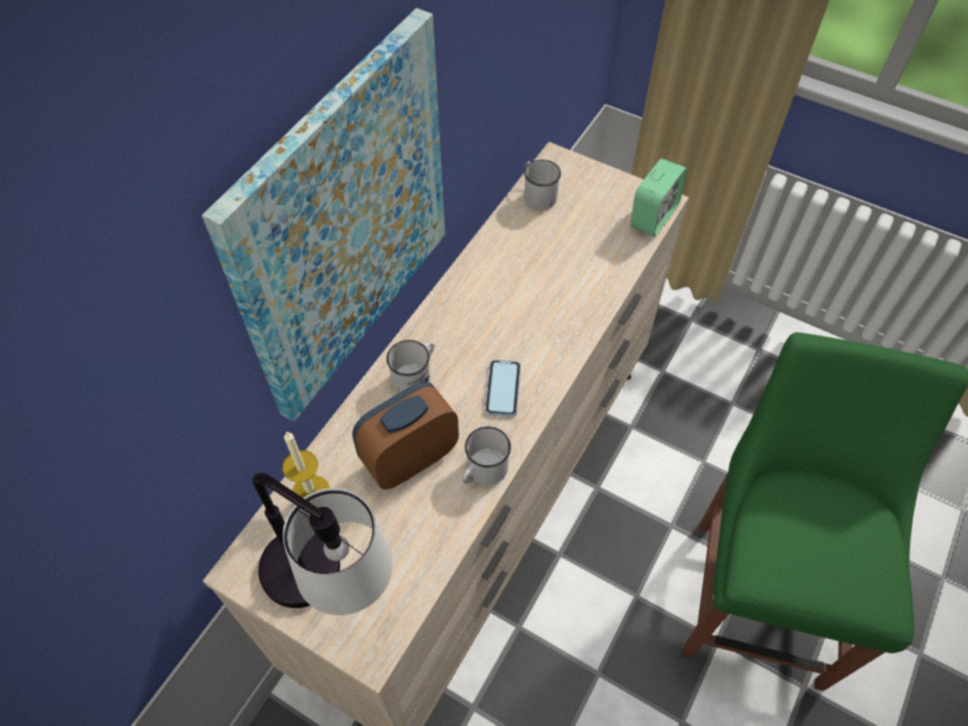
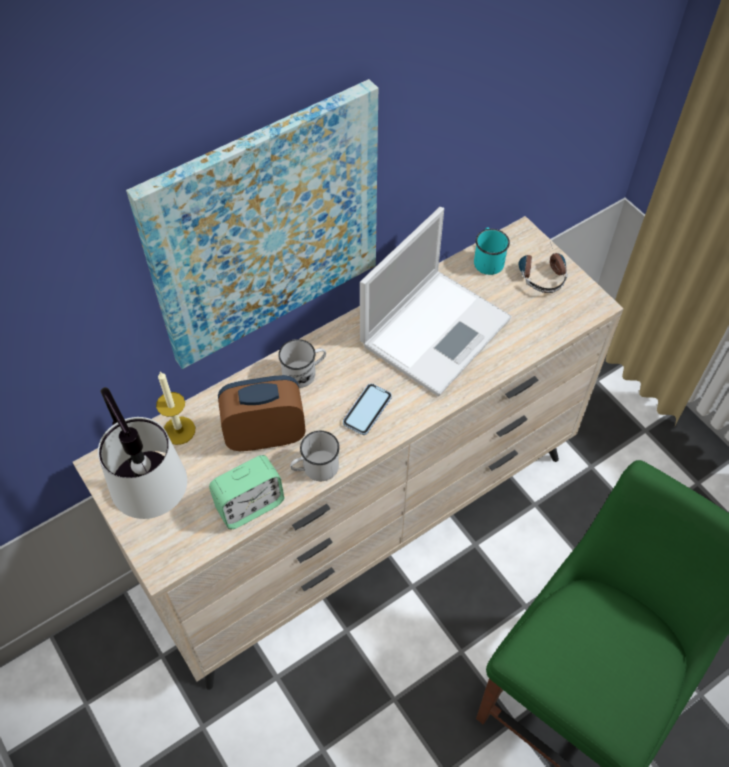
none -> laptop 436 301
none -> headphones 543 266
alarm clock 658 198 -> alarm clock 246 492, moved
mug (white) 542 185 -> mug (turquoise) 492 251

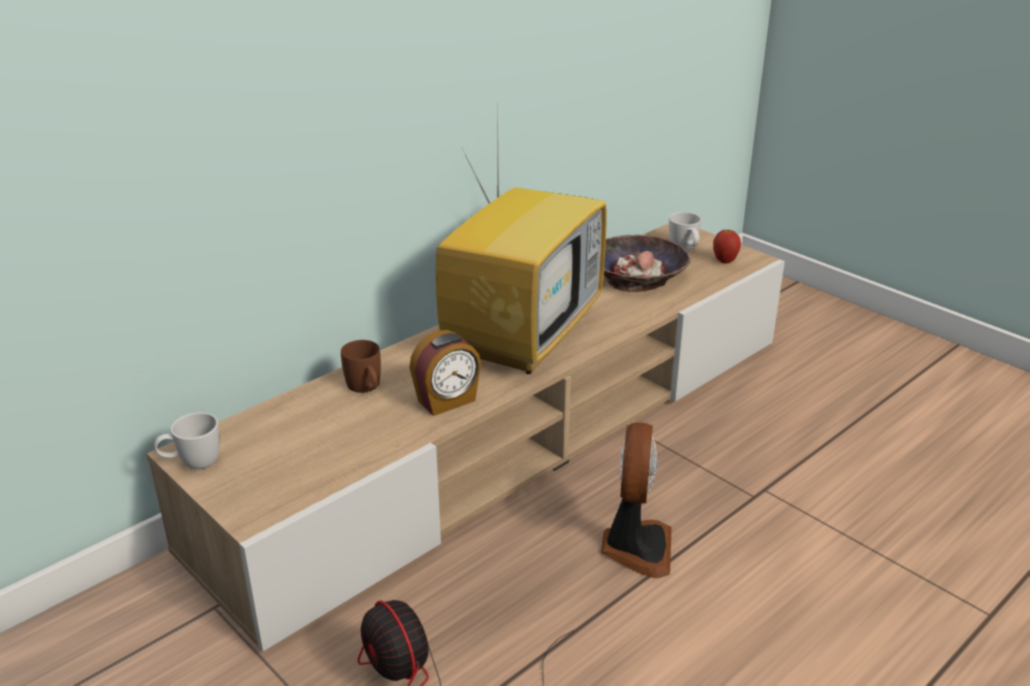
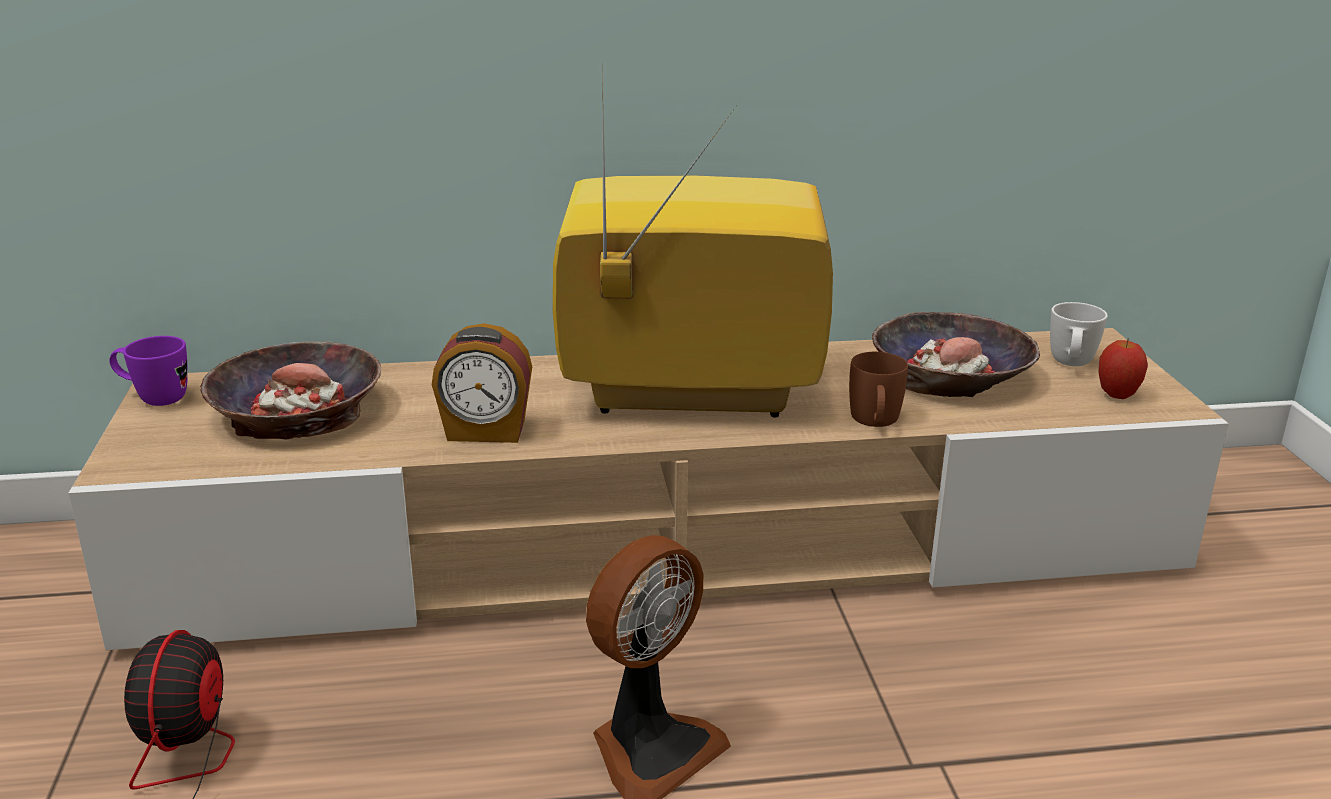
none -> bowl 290 390
mug (brown) 361 366 -> mug (brown) 878 389, moved
mug (white) 186 440 -> mug (purple) 149 371
television 521 234 -> television 693 242, 150 degrees counterclockwise

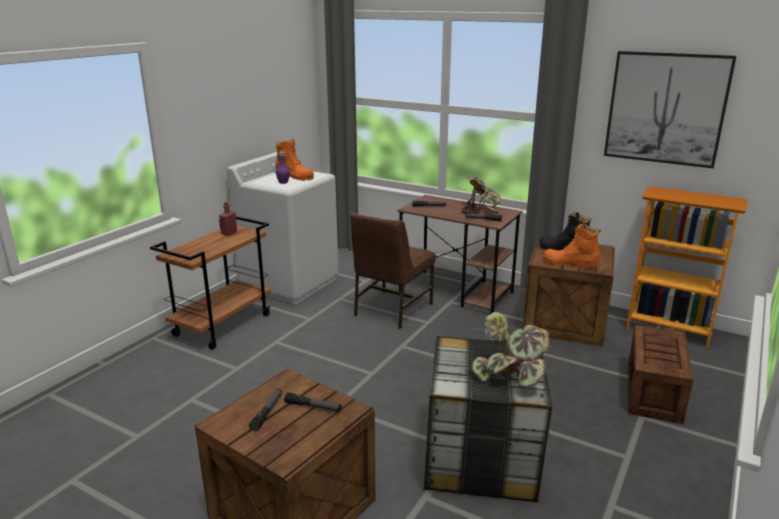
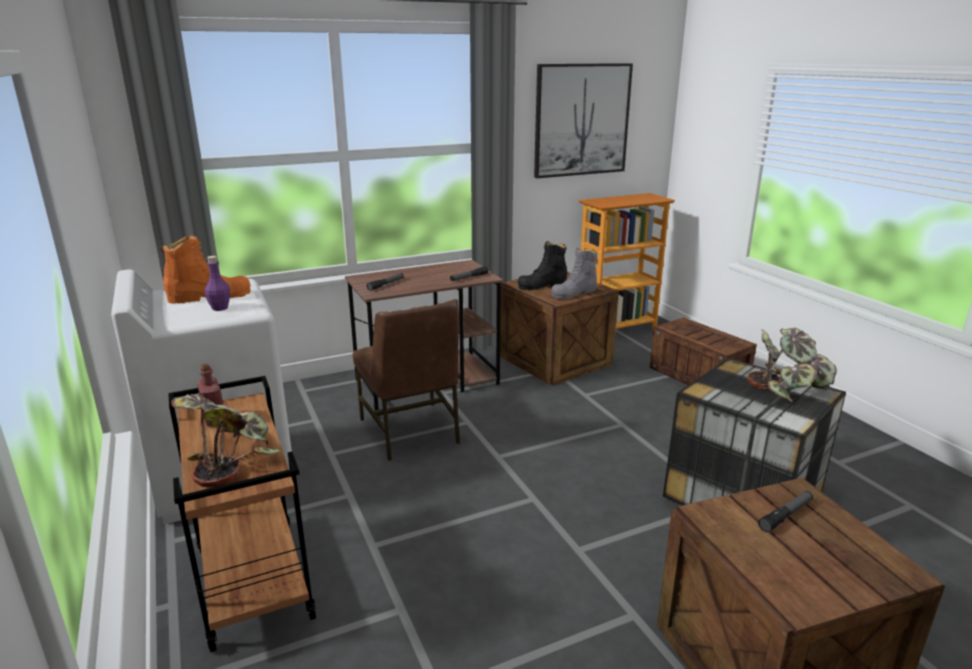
flashlight 265 410 -> none
potted plant 481 195 -> potted plant 226 440, moved
boot (orange) 572 245 -> boot (grey) 574 273

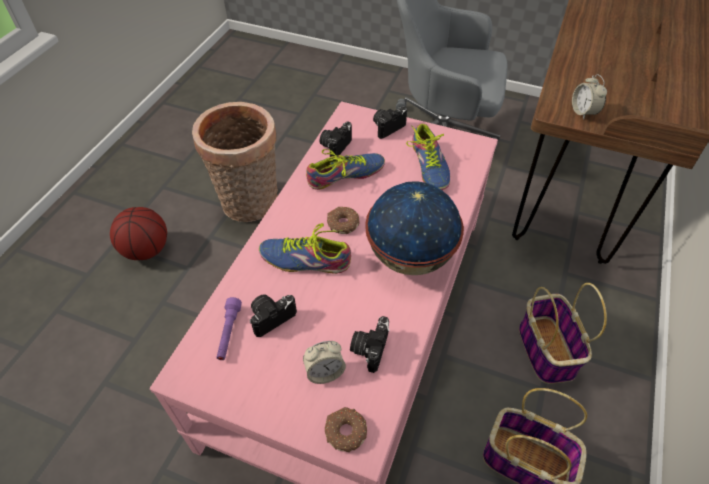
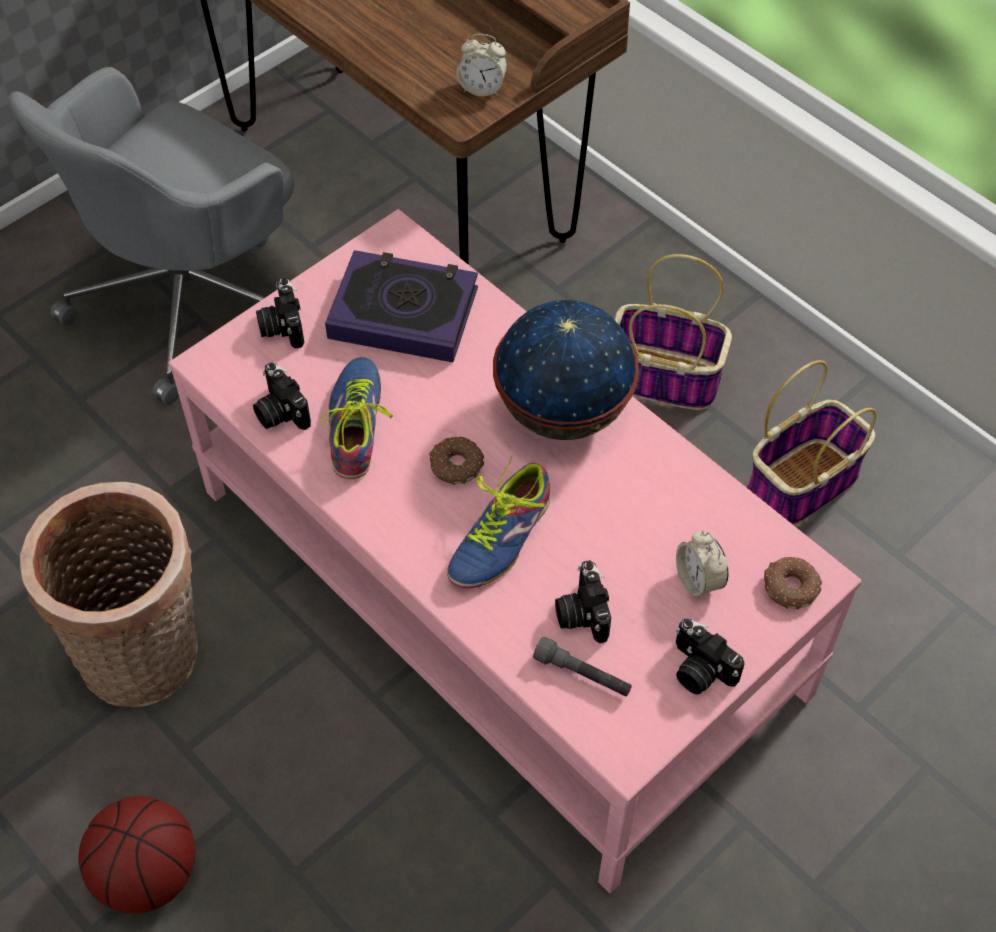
photo camera 370 344 -> photo camera 710 656, moved
shoe 428 157 -> book 401 306
flashlight (purple) 229 328 -> flashlight (grey) 582 666
alarm clock 324 362 -> alarm clock 702 565, 150 degrees clockwise

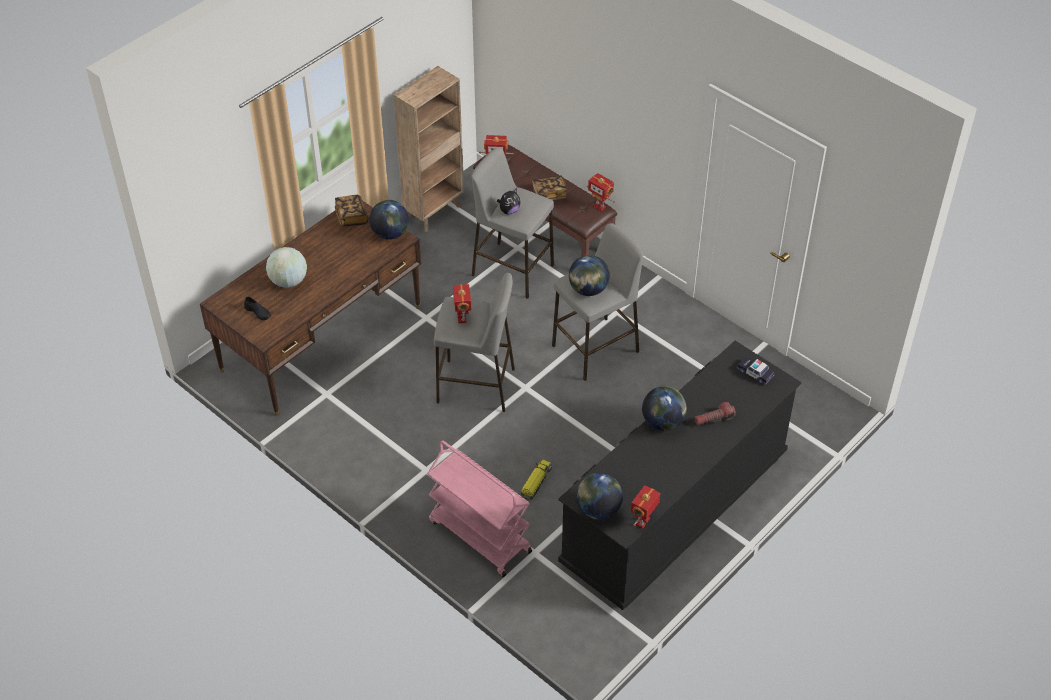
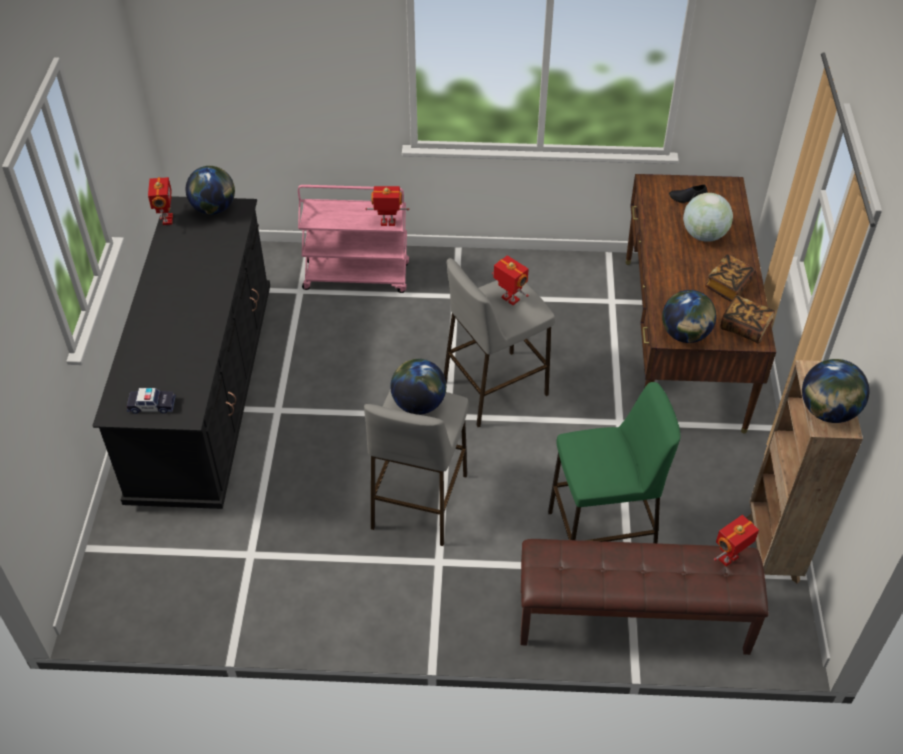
plush toy 508 201 -> none
toy truck 536 479 -> none
flashlight 715 413 -> none
book 549 187 -> book 730 278, moved
toy robot 601 192 -> toy robot 387 206, moved
globe 664 408 -> globe 835 391, moved
stool (grey) 513 223 -> stool (green) 614 462

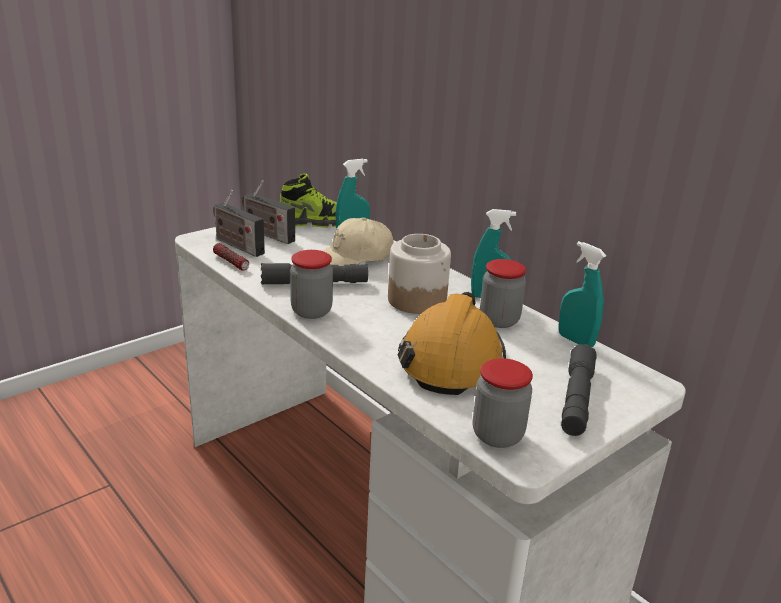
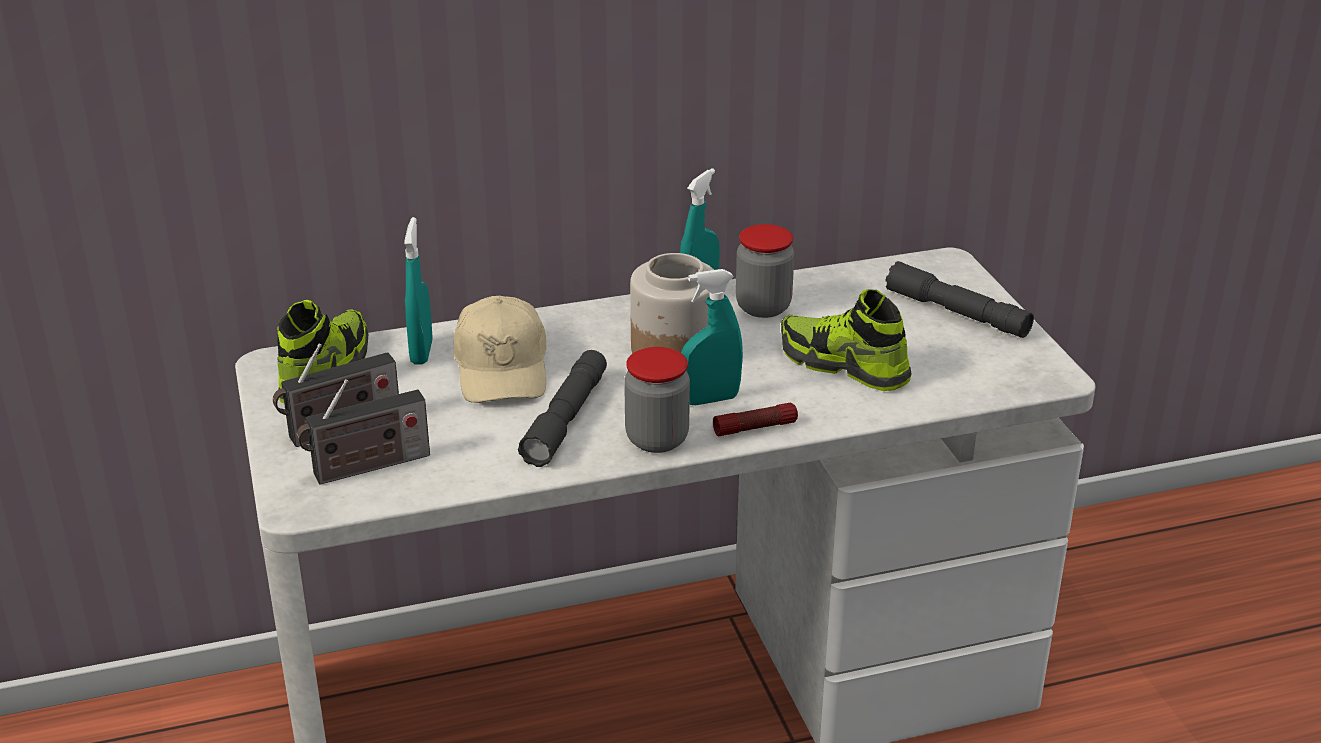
jar 503 403 -> none
flashlight 231 257 -> flashlight 755 419, moved
spray bottle (turquoise) 582 294 -> spray bottle (turquoise) 712 337, moved
hard hat (orange) 452 343 -> shoe 846 340

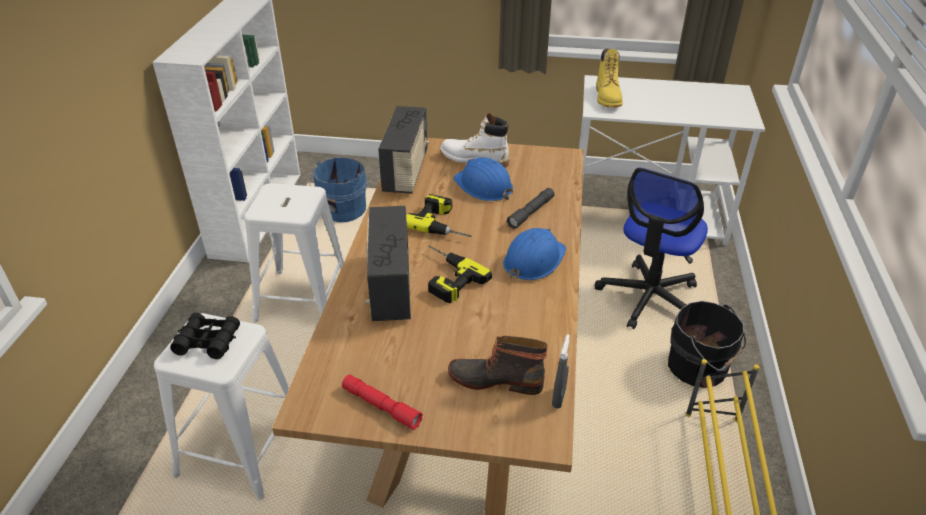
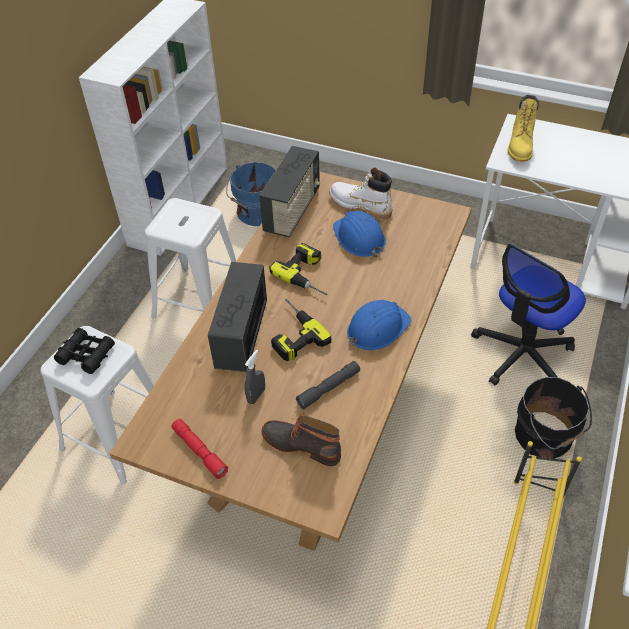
flashlight (grey) 531 208 -> flashlight (grey) 328 385, moved
spray bottle (grey) 561 371 -> spray bottle (grey) 255 377, moved

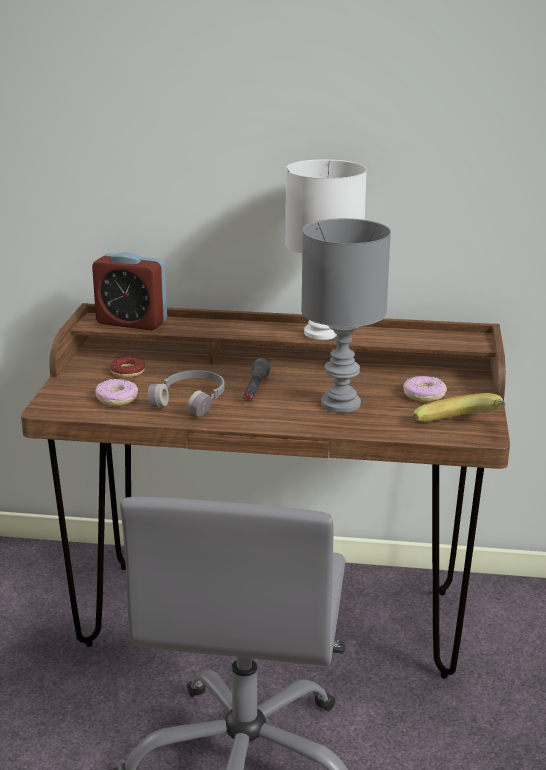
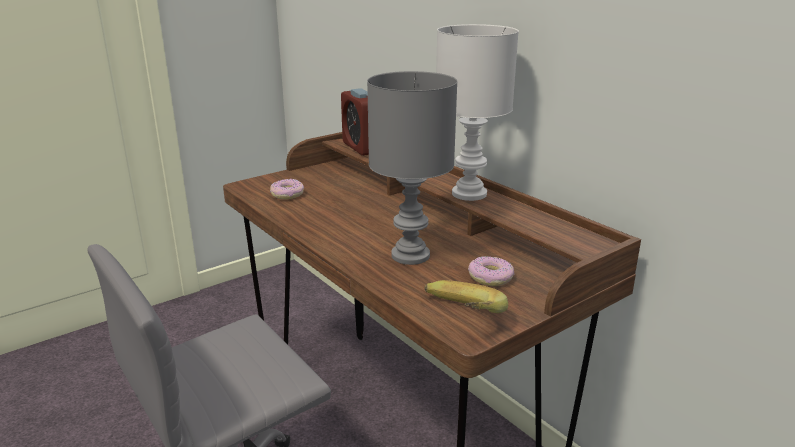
donut 127 367 -> none
headphones (grey) 186 393 -> none
flashlight (grey) 257 379 -> none

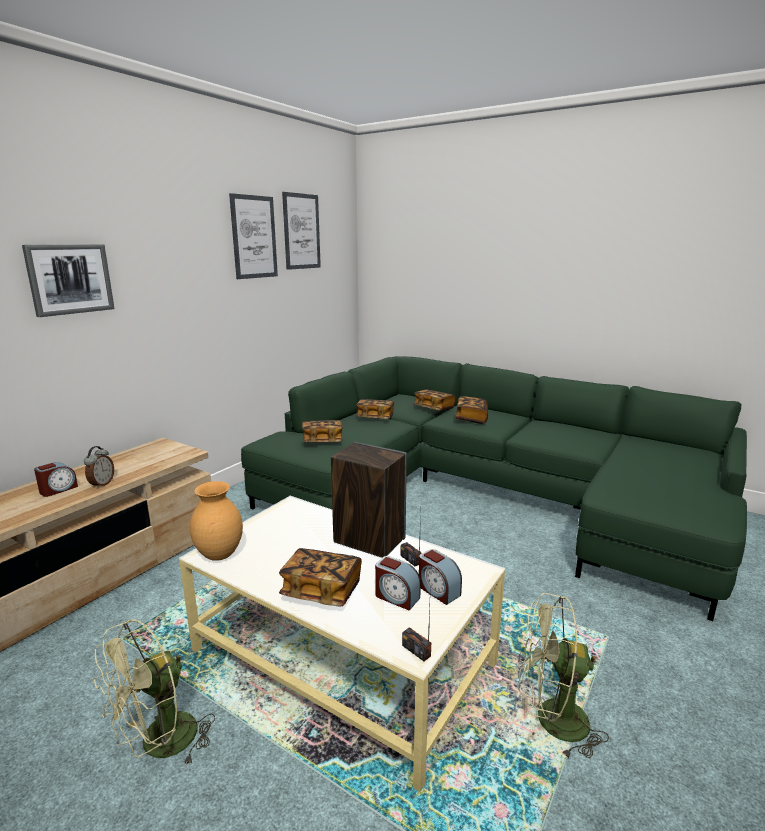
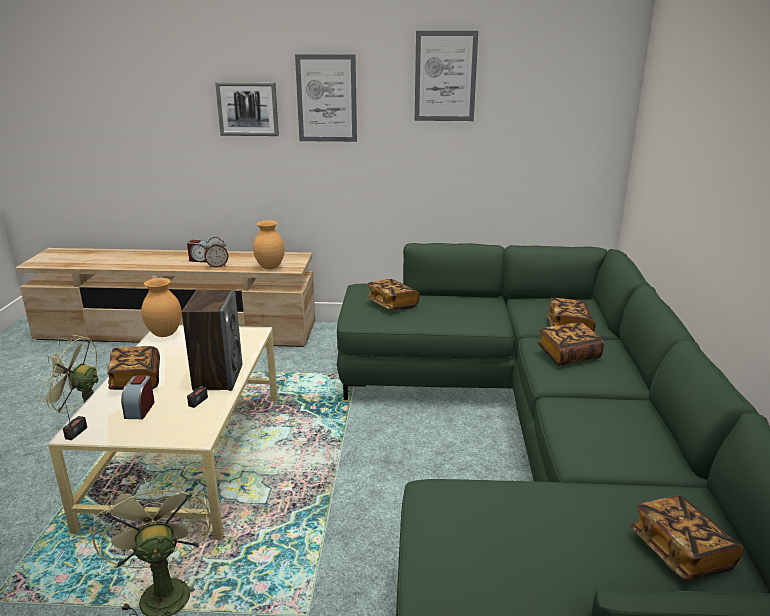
alarm clock 440 577 -> none
none -> vase (brown) 269 245
picture 301 231 -> picture 326 98, moved
book 375 409 -> book 687 537, moved

